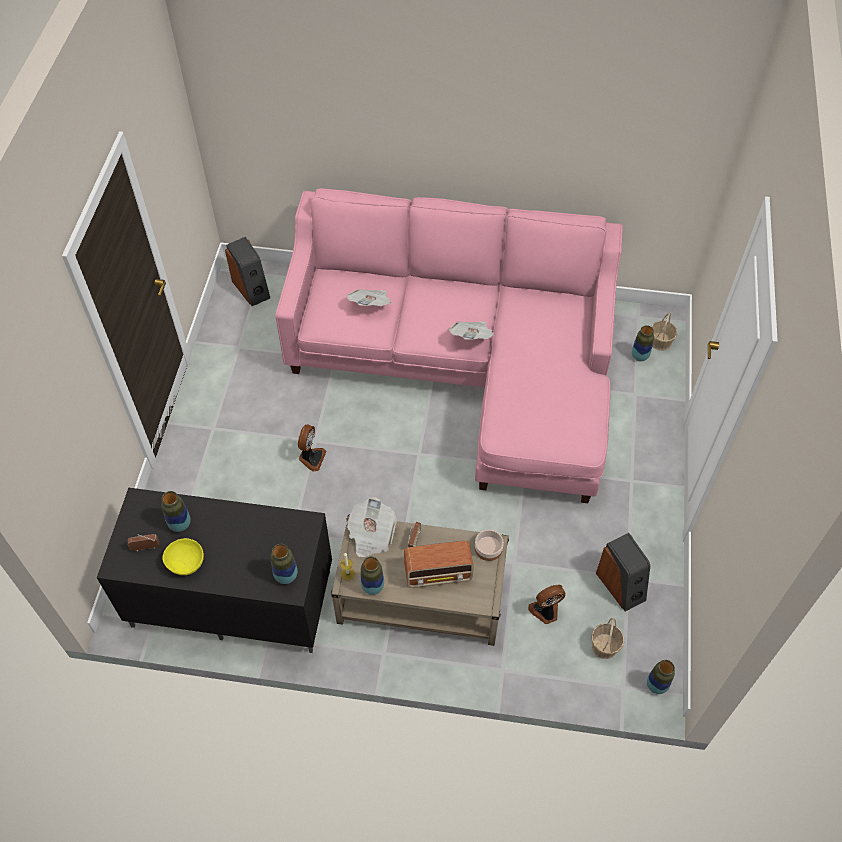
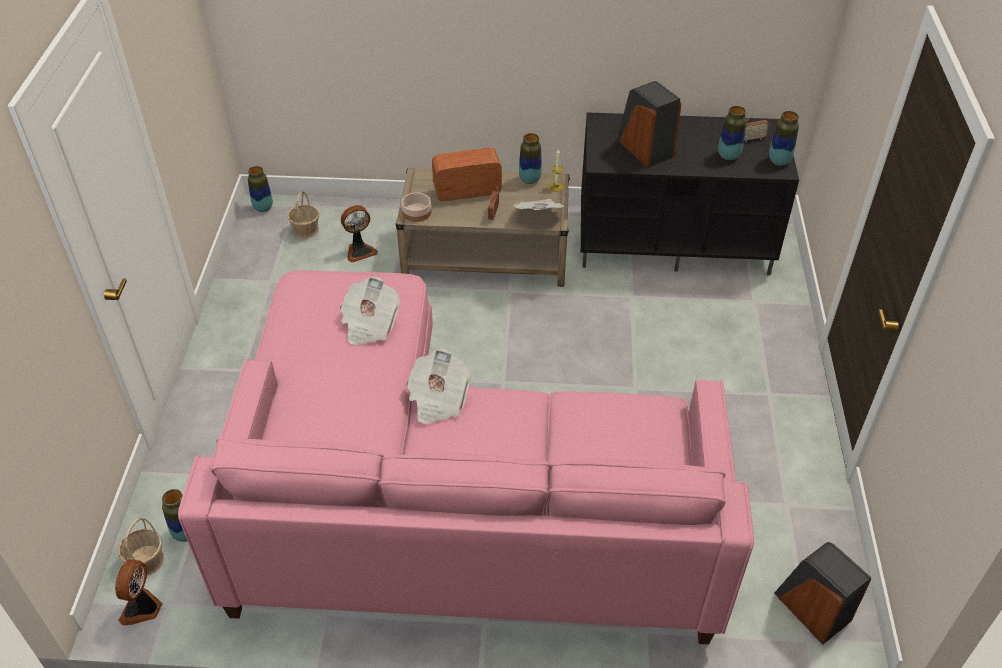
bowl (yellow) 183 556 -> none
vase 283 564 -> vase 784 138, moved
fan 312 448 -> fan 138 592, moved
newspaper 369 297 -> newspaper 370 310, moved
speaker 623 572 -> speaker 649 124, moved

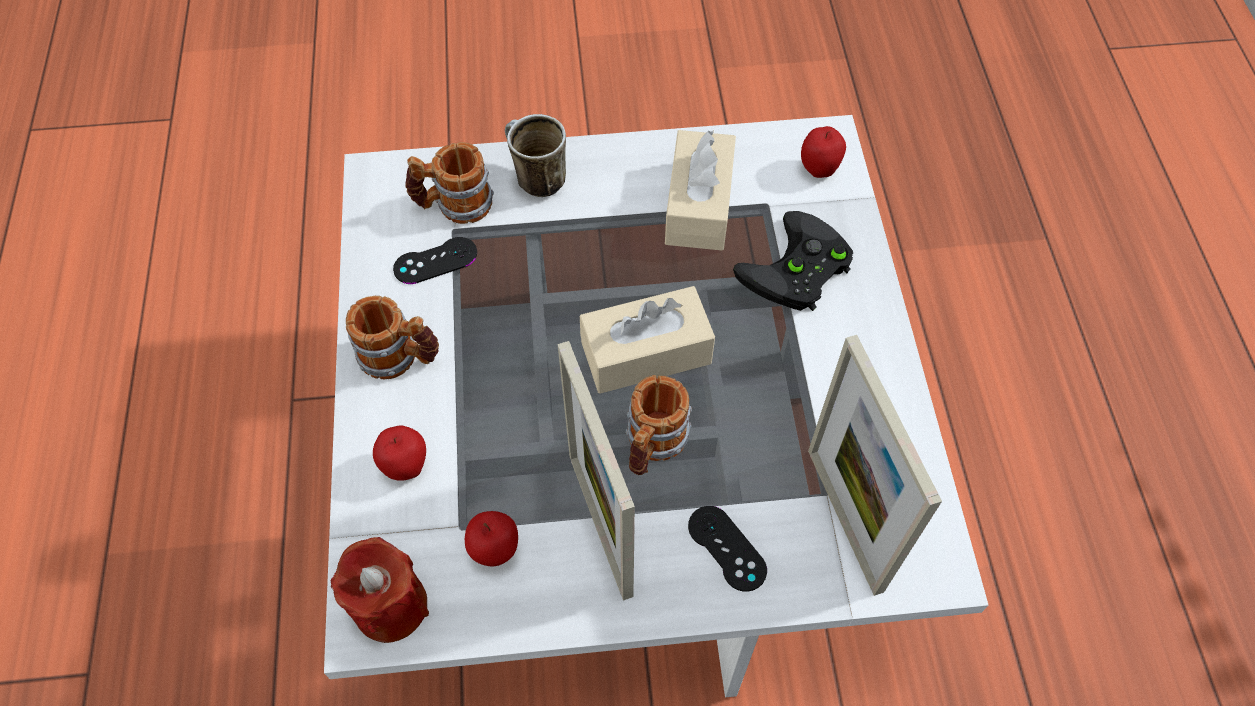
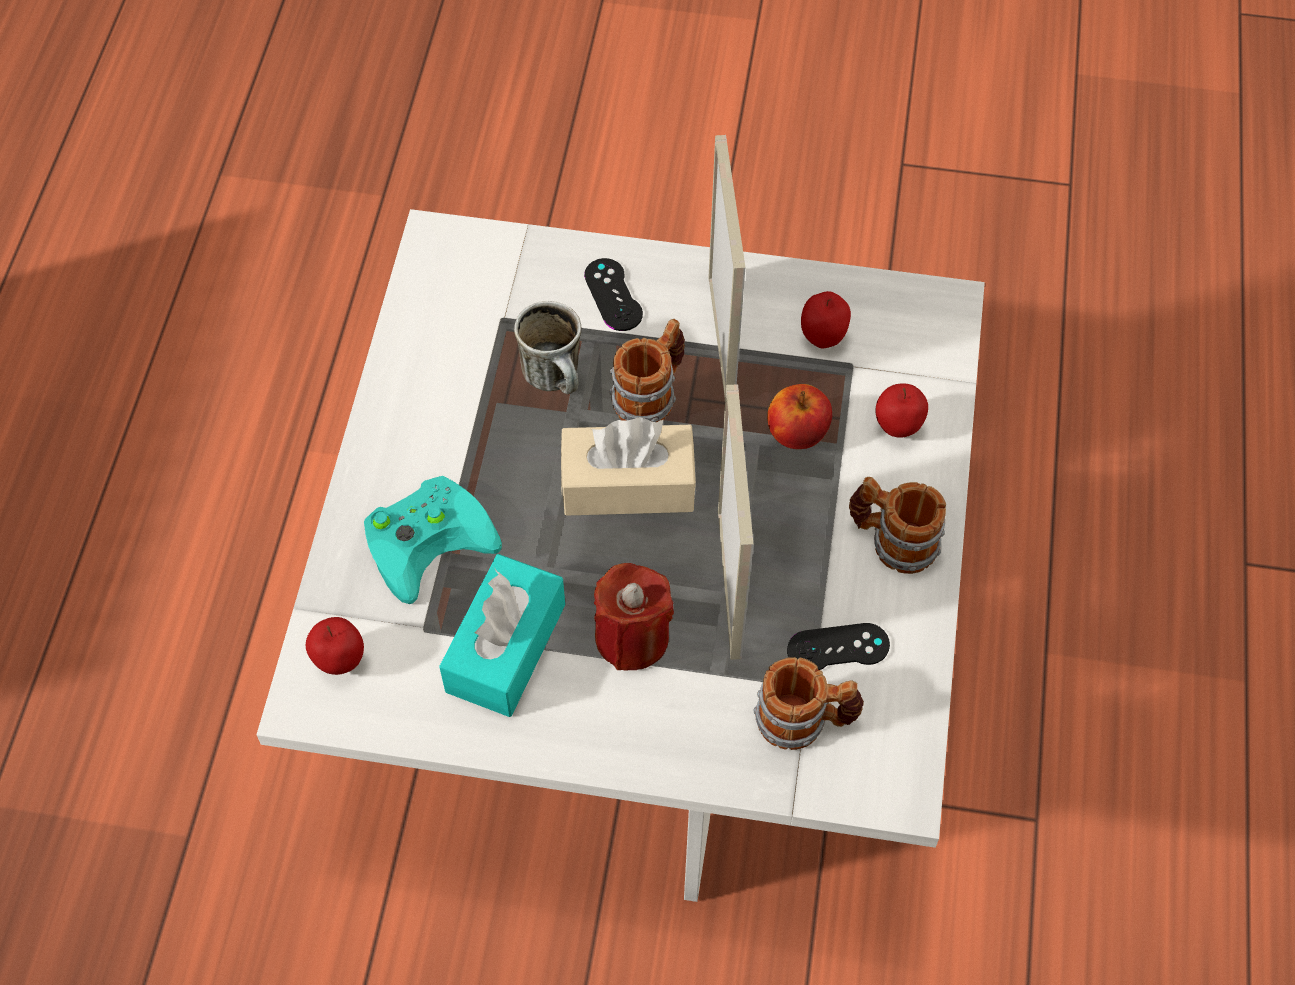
none -> apple 799 416
candle (red) 379 590 -> candle (red) 634 617, moved
mug 535 155 -> mug 547 347, moved
picture frame 875 465 -> picture frame 735 522, moved
tissue box (beige) 700 190 -> tissue box (turquoise) 502 635
game controller (black) 793 261 -> game controller (turquoise) 433 540

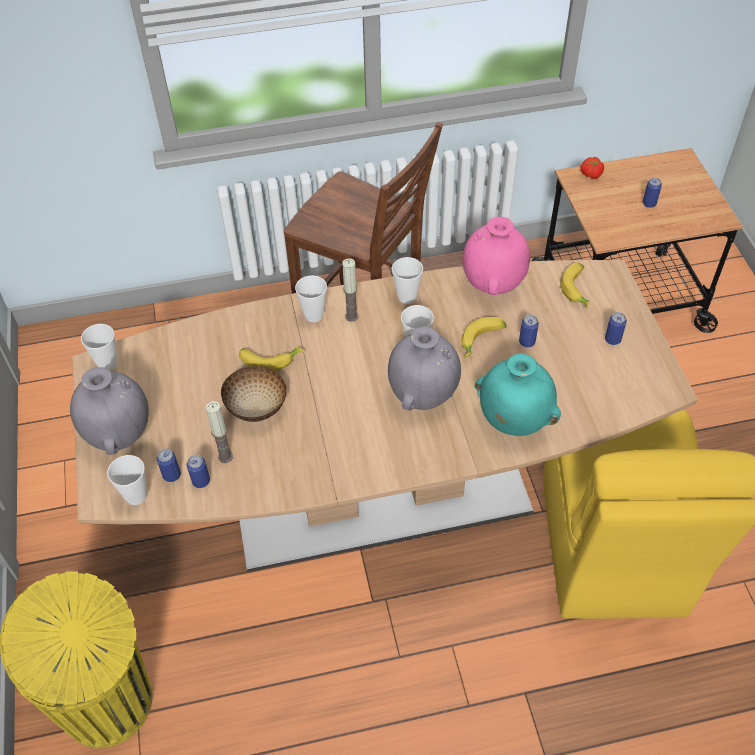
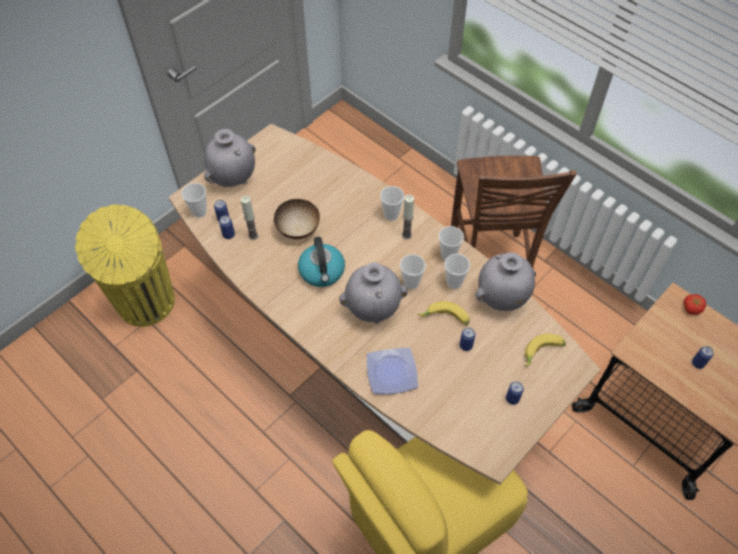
banana 272 360 -> none
none -> kettle 321 262
cup 99 347 -> cup 457 271, moved
vase (turquoise) 518 394 -> plate 392 371
vase (pink) 496 256 -> vase (grey) 505 281

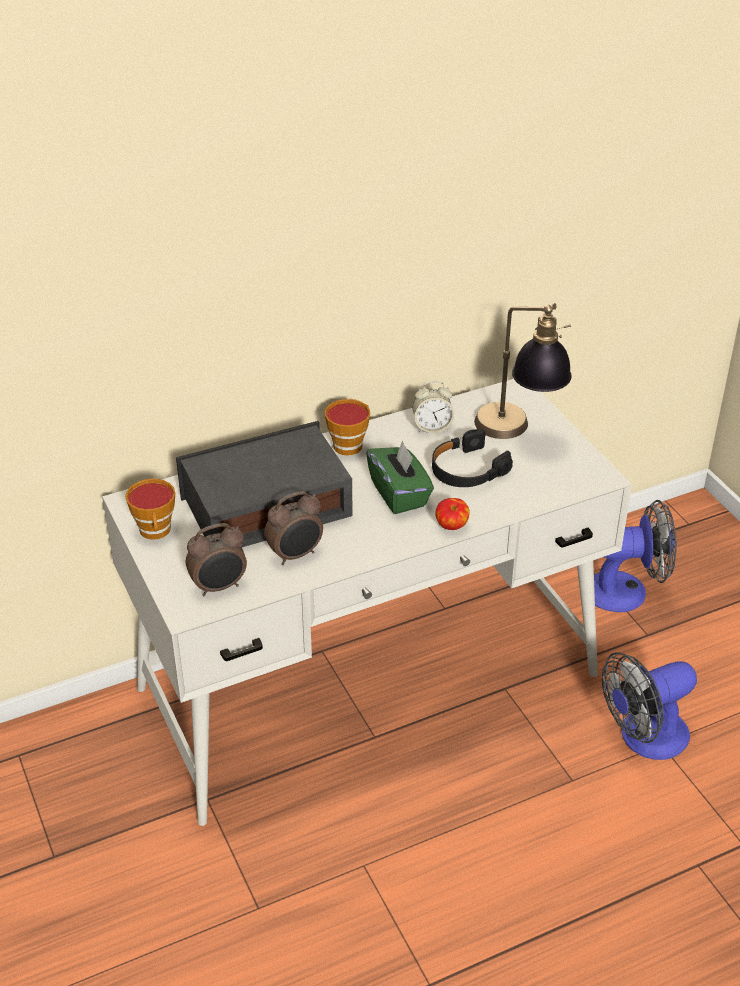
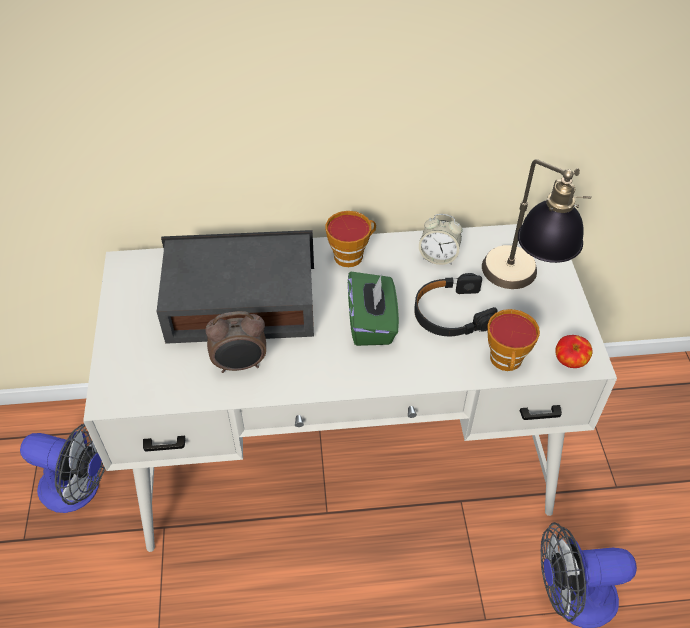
alarm clock 216 559 -> none
cup 150 509 -> cup 513 340, moved
apple 452 514 -> apple 573 351, moved
fan 635 556 -> fan 62 468, moved

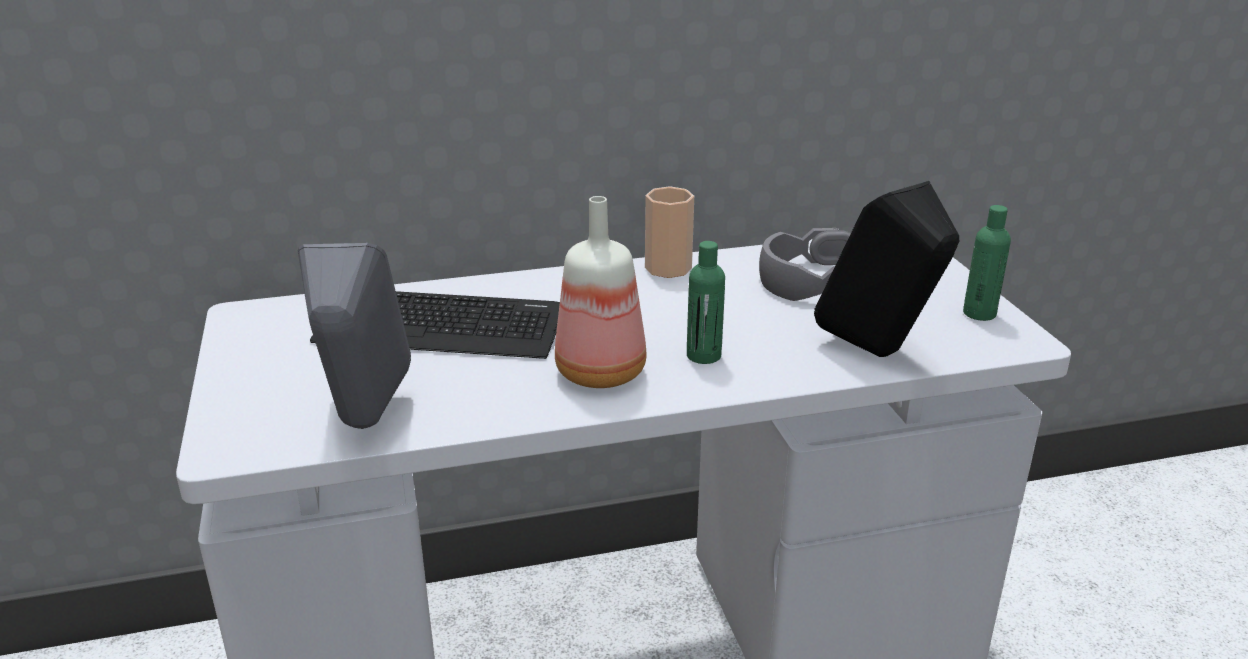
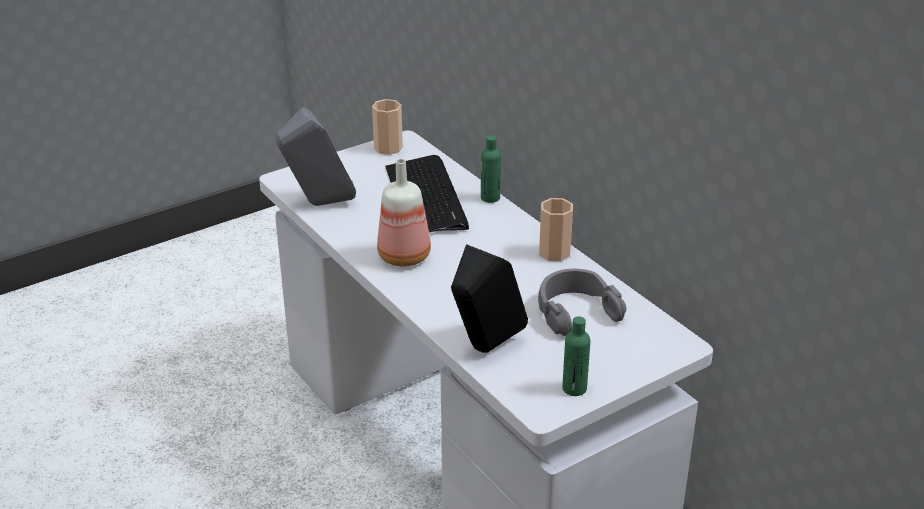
none -> cup 387 127
bottle (green) 706 302 -> bottle (green) 491 169, moved

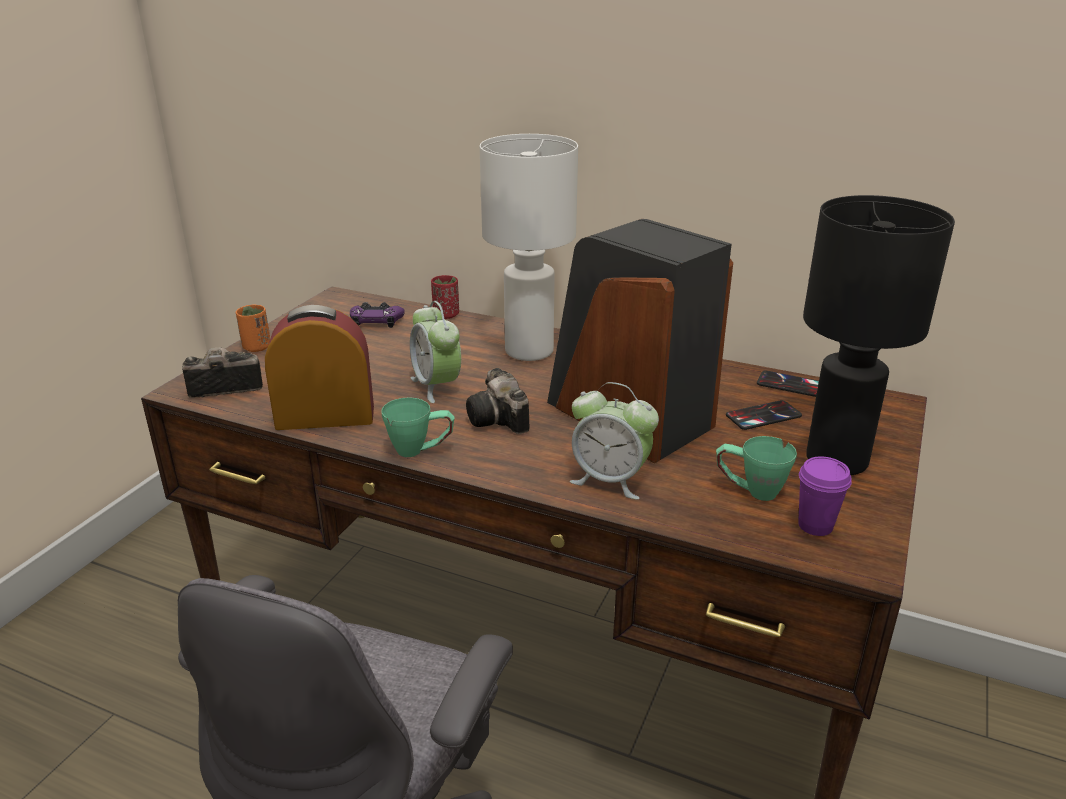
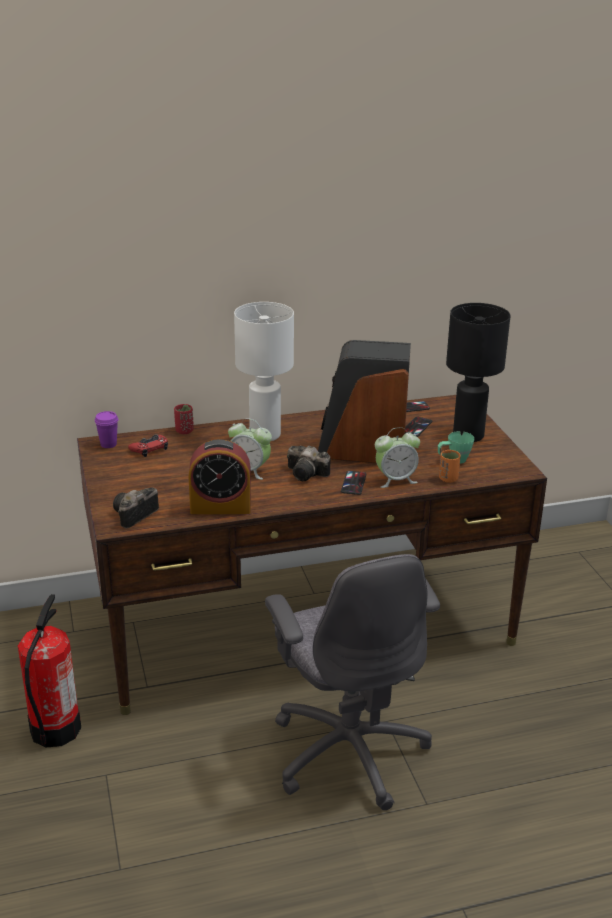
mug (green) 418 427 -> none
none -> fire extinguisher 49 670
none -> phone 353 483
cup (orange) 253 328 -> cup (orange) 450 466, moved
cup (purple) 825 496 -> cup (purple) 106 429, moved
game controller (purple) 377 315 -> game controller (red) 148 445
alarm clock 319 367 -> alarm clock 220 476, 135 degrees counterclockwise

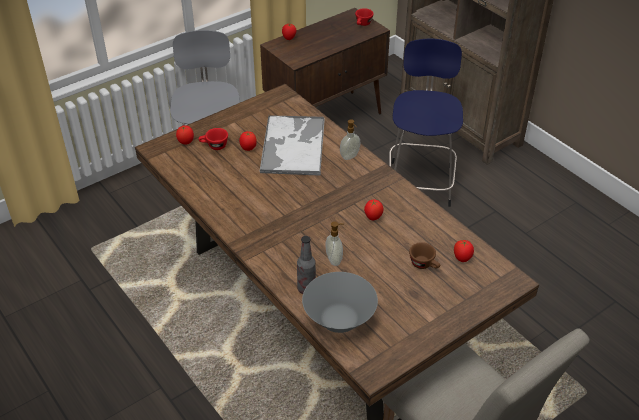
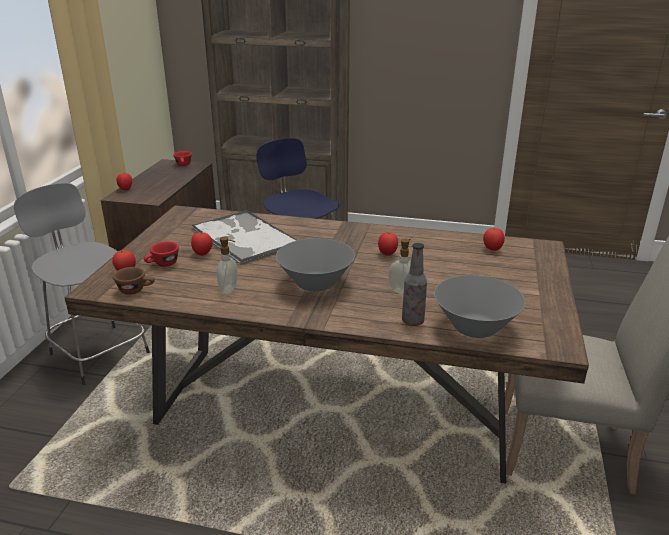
none -> bowl (grey) 315 265
soap dispenser 350 139 -> soap dispenser 227 265, moved
cup (brown) 424 255 -> cup (brown) 134 281, moved

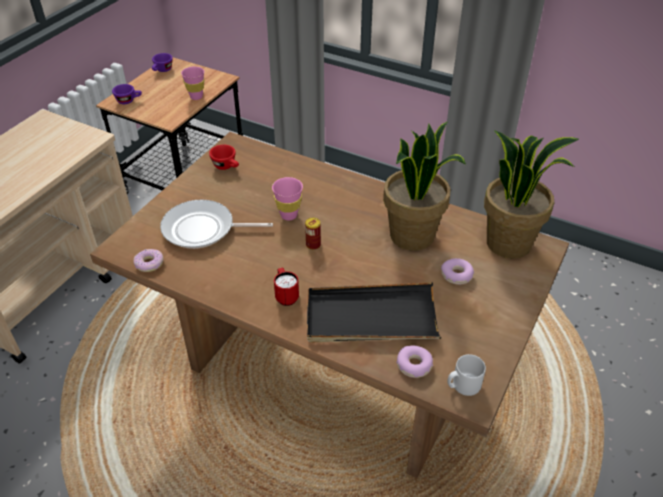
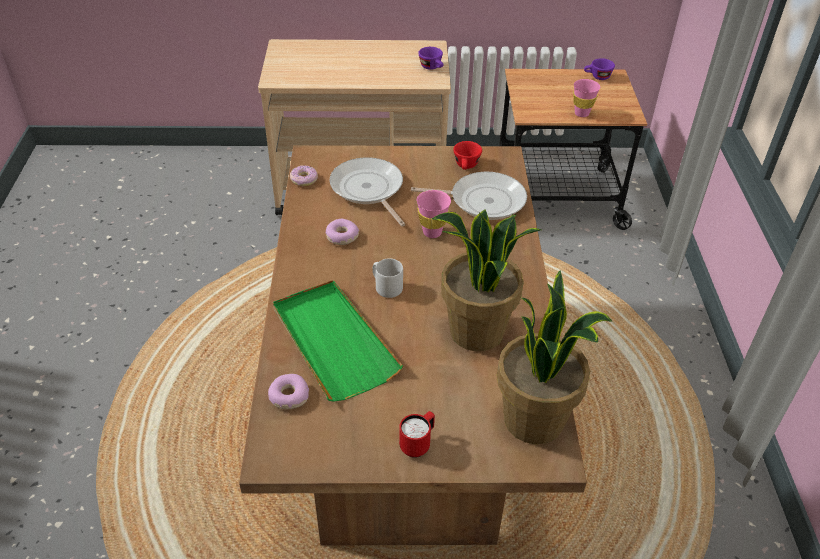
can 313 234 -> none
none -> frying pan 469 196
cup (purple) 127 94 -> cup (purple) 430 58, moved
mug (red) 286 287 -> mug (red) 417 434, moved
donut 457 271 -> donut 342 232, moved
mug (grey) 466 375 -> mug (grey) 388 278, moved
tray (black) 374 312 -> tray (green) 338 341

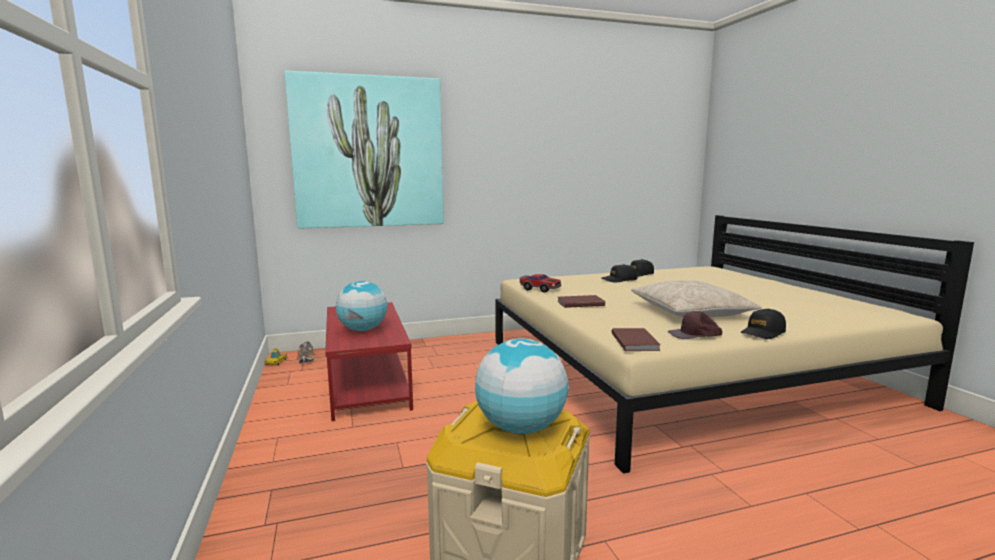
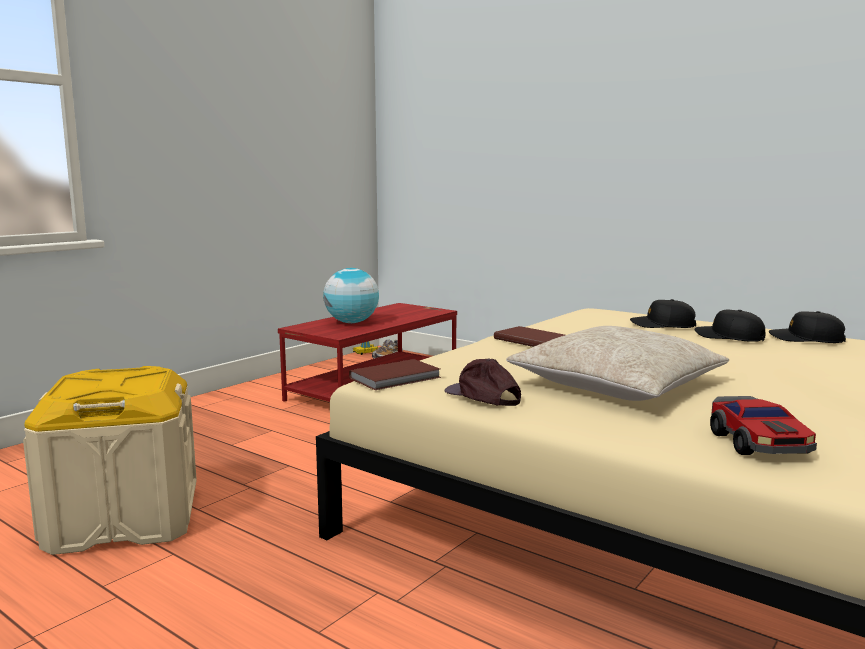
picture 364 150 -> none
globe 522 386 -> none
toy car 540 283 -> toy car 763 425, moved
cap (black) 763 324 -> cap (black) 663 313, moved

